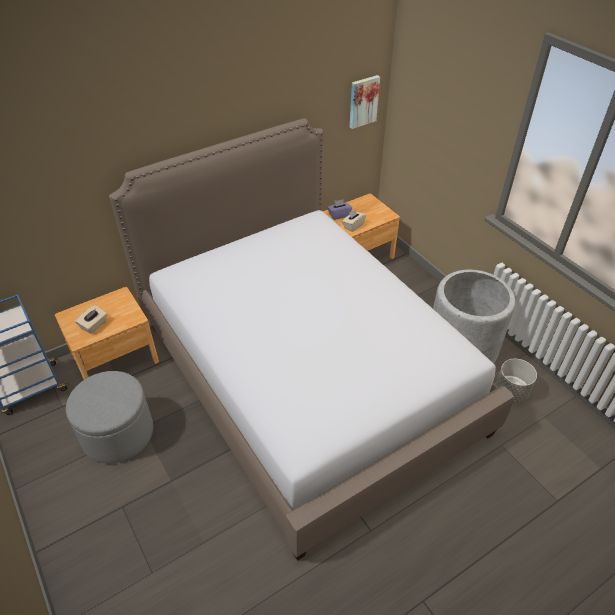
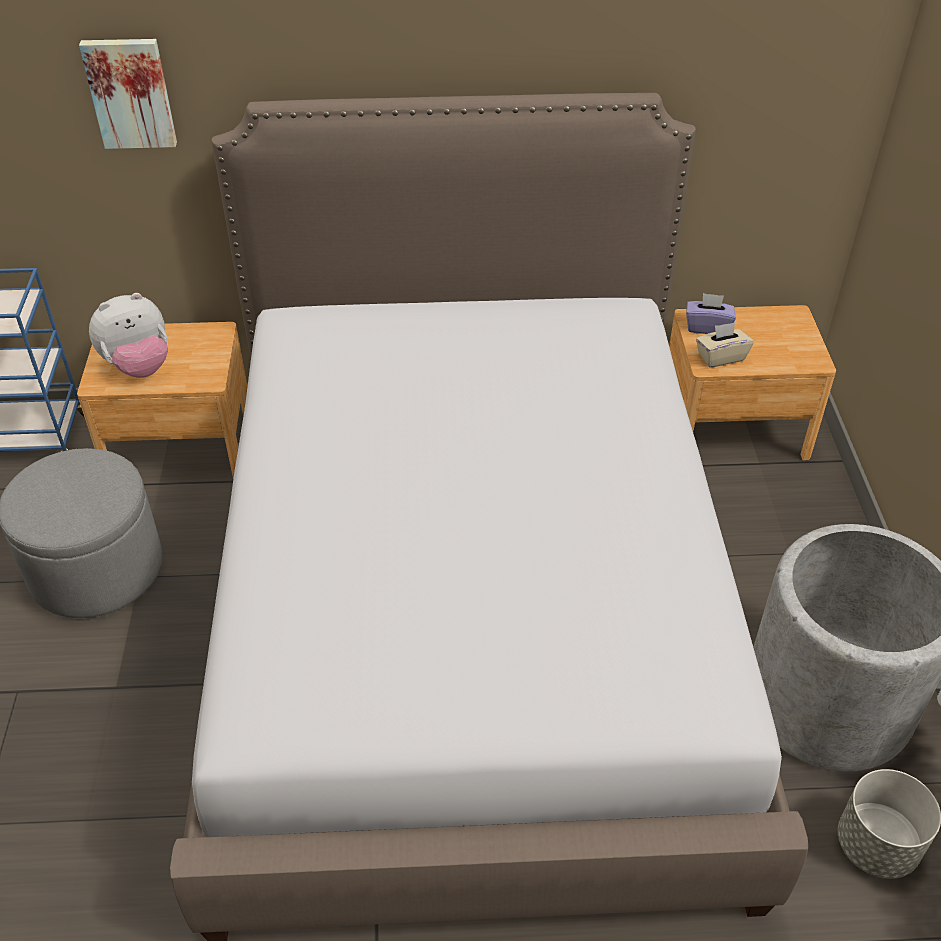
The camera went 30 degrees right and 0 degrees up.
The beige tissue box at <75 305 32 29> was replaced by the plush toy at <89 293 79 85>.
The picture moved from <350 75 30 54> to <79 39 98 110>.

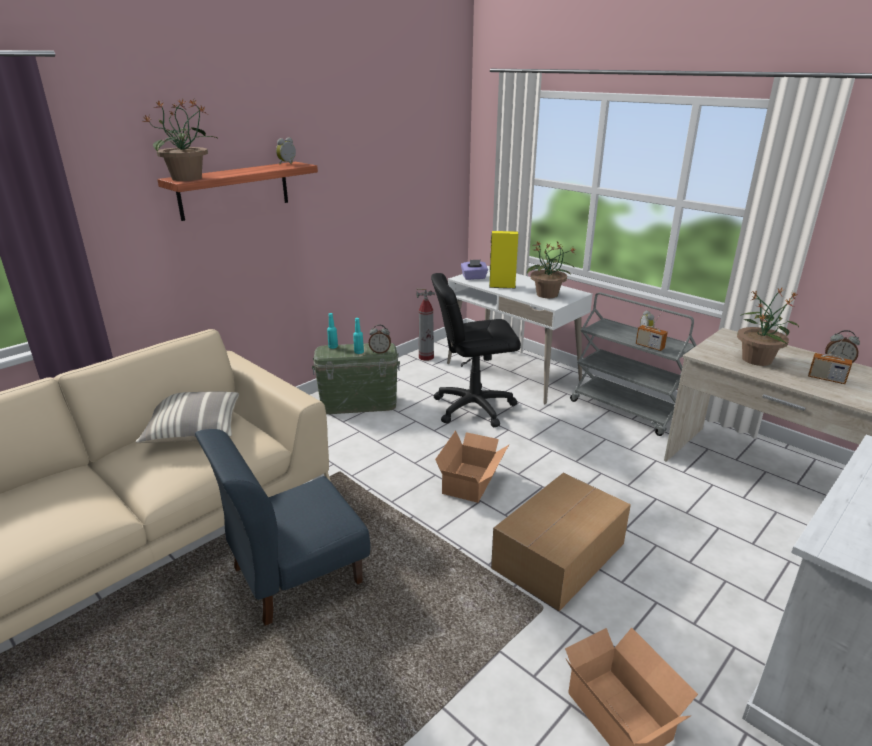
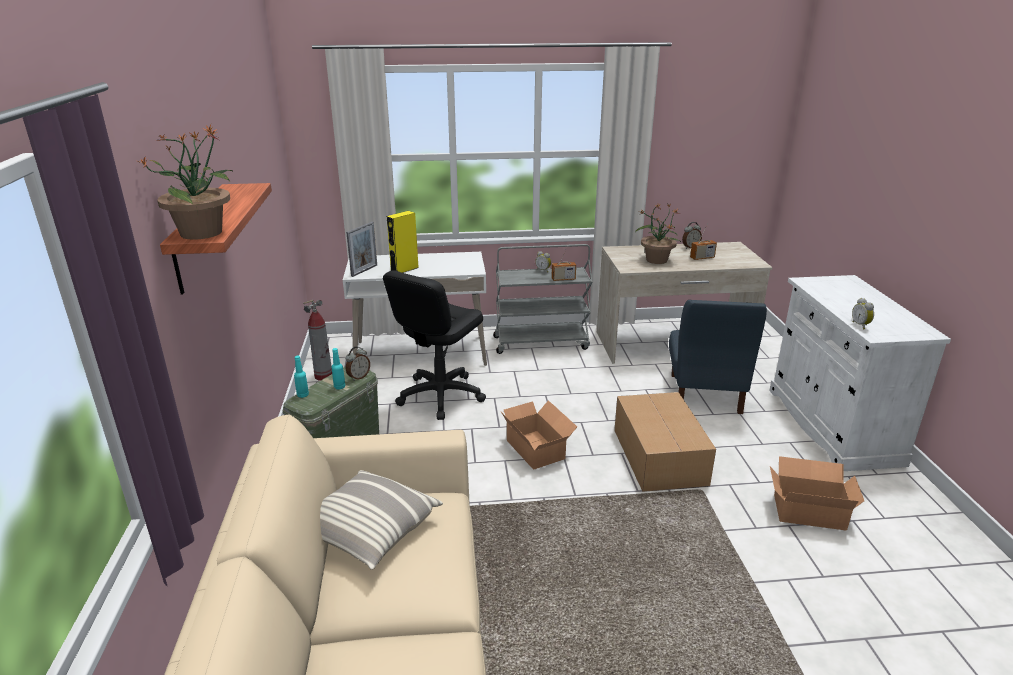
The camera went 50 degrees left and 0 degrees up.
The blue chair moved from <195 429 176 197> to <669 300 98 114>.
The alarm clock moved from <276 137 20 27> to <852 298 22 31>.
The purple tissue box at <461 260 27 20> was replaced by the picture frame at <346 222 31 55>.
The potted plant at <527 241 49 57> disappeared.

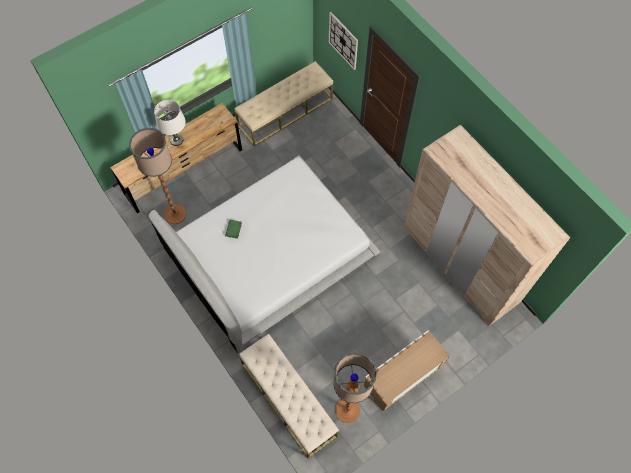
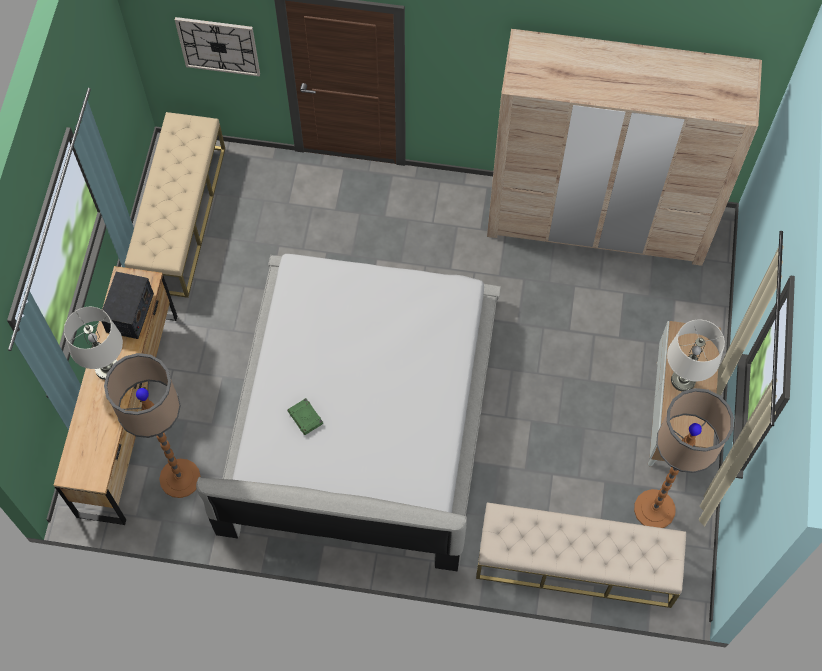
The camera went 45 degrees left and 0 degrees up.
The radio at <101 272 53 67> appeared.
The white table lamp at <667 320 58 72> appeared.

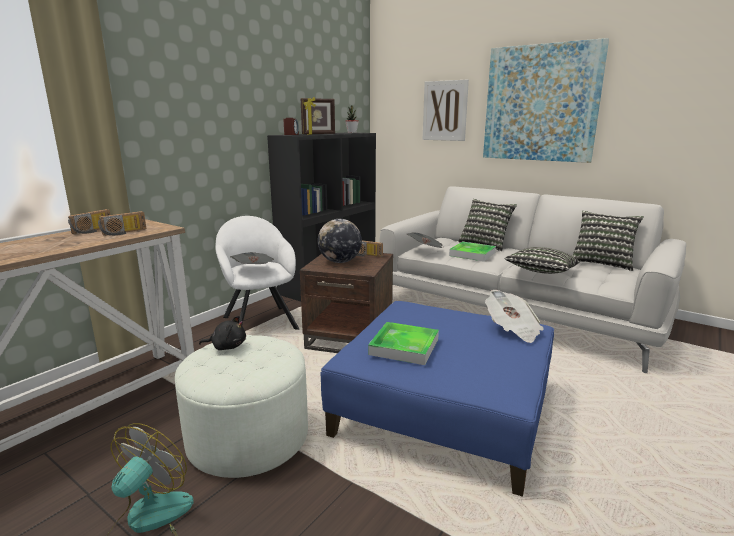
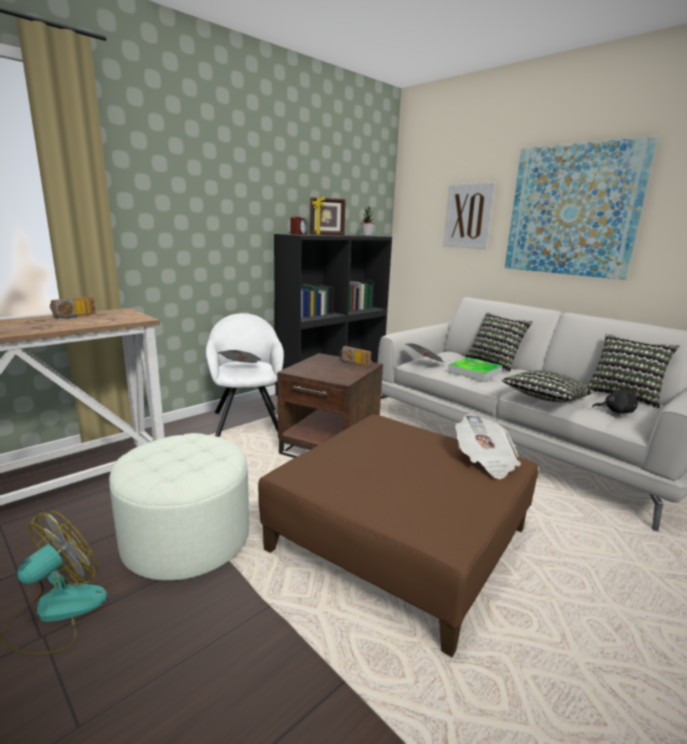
The camera went 10 degrees right and 0 degrees up.
The radio at <98 211 48 25> disappeared.
The black plush toy moved from <199 316 47 34> to <592 387 47 26>.
The globe at <318 219 44 44> disappeared.
The blue ottoman at <321 301 233 196> became the brown ottoman at <258 415 280 242>.
The tray at <368 322 71 43> disappeared.

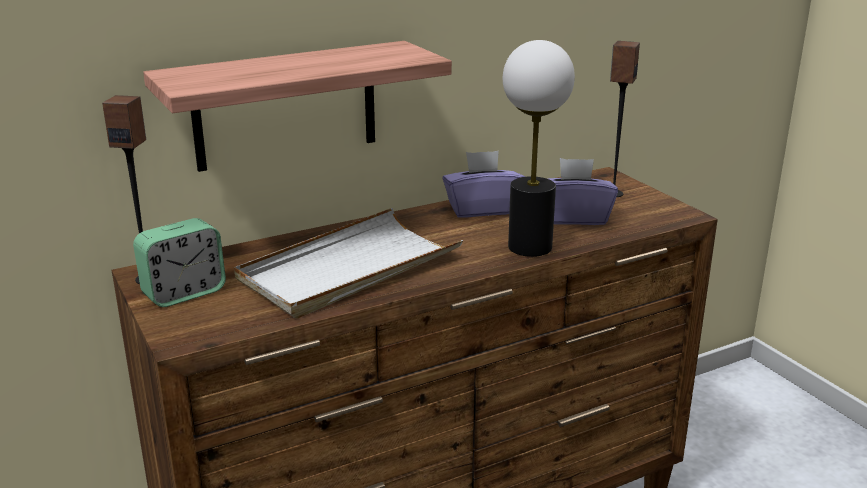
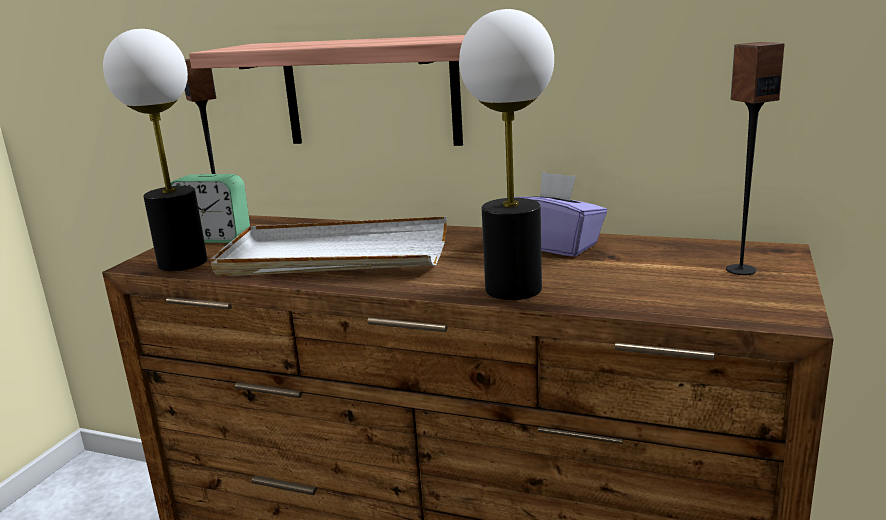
The camera went 50 degrees right and 5 degrees down.
The purple tissue box at <548 158 70 67> disappeared.
The table lamp at <103 29 104 242> appeared.

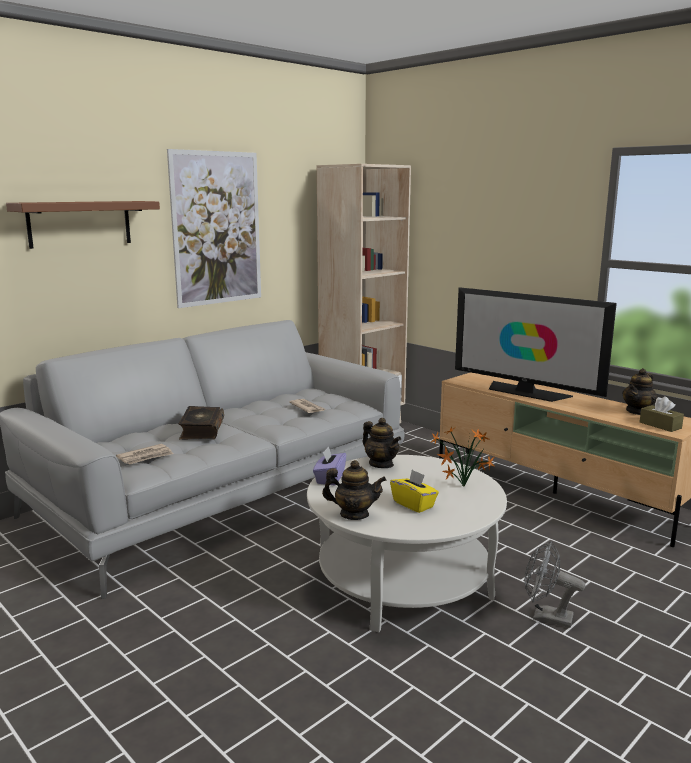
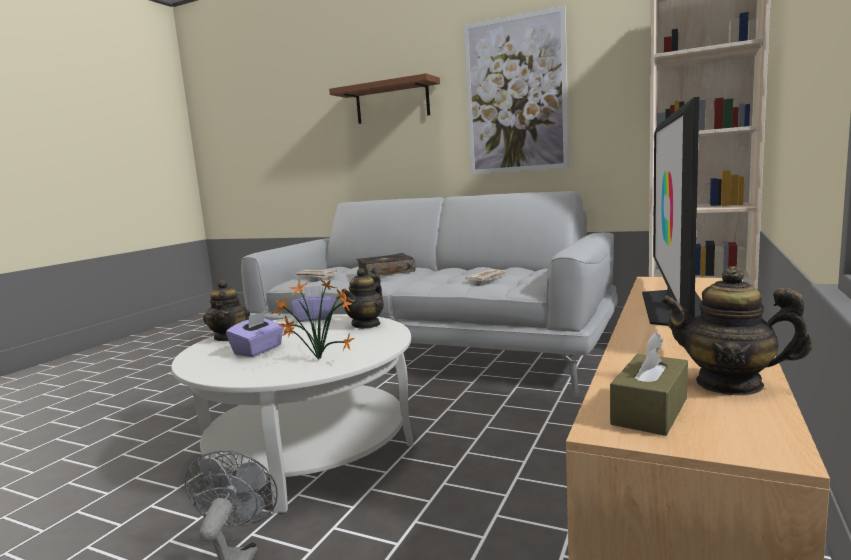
The camera went 70 degrees right and 5 degrees down.
The yellow tissue box at <390 470 49 43> became the purple tissue box at <226 311 58 46>.

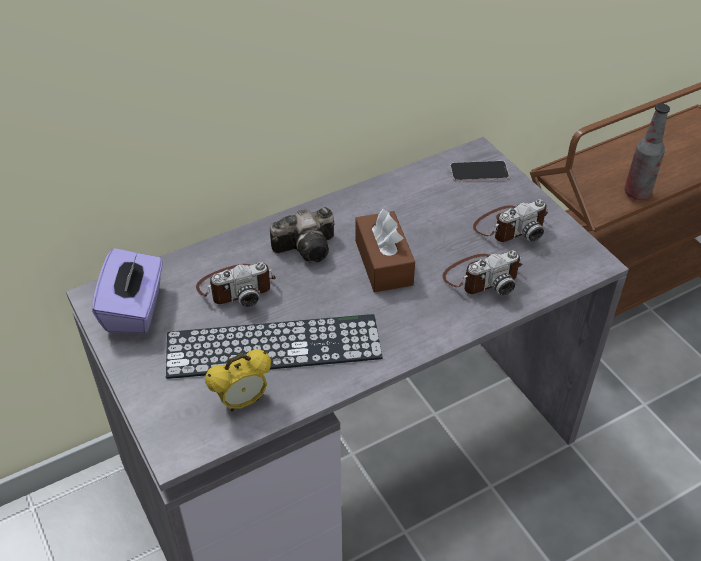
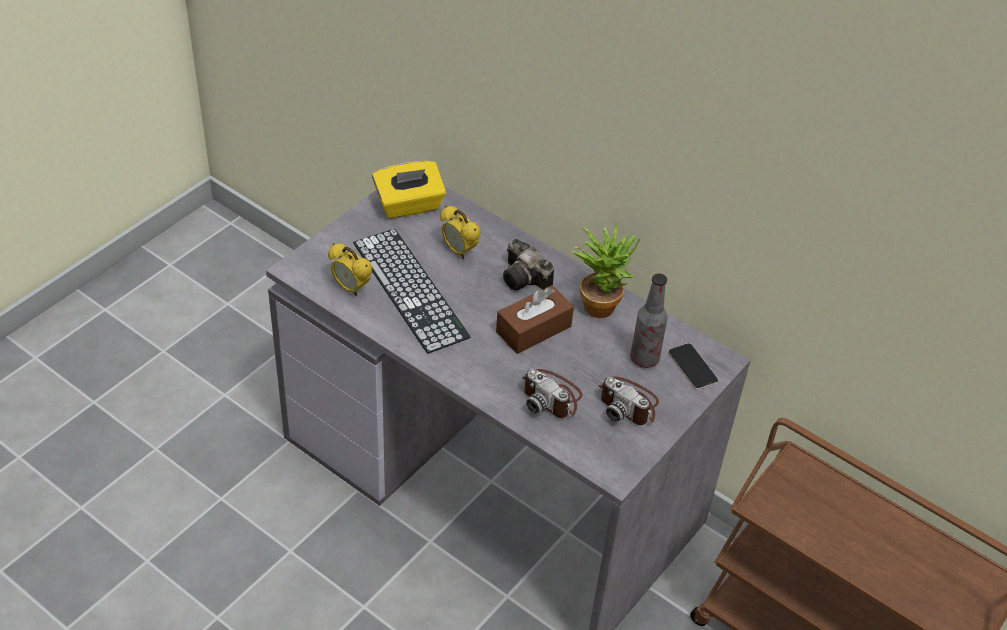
The camera went 65 degrees right and 0 degrees up.
The purple tissue box at <92 248 71 86> became the yellow tissue box at <372 161 74 58>.
The photo camera at <196 262 80 45> was replaced by the alarm clock at <440 206 41 53>.
The bottle moved from <624 103 46 97> to <630 273 38 95>.
The potted plant at <572 222 68 96> appeared.

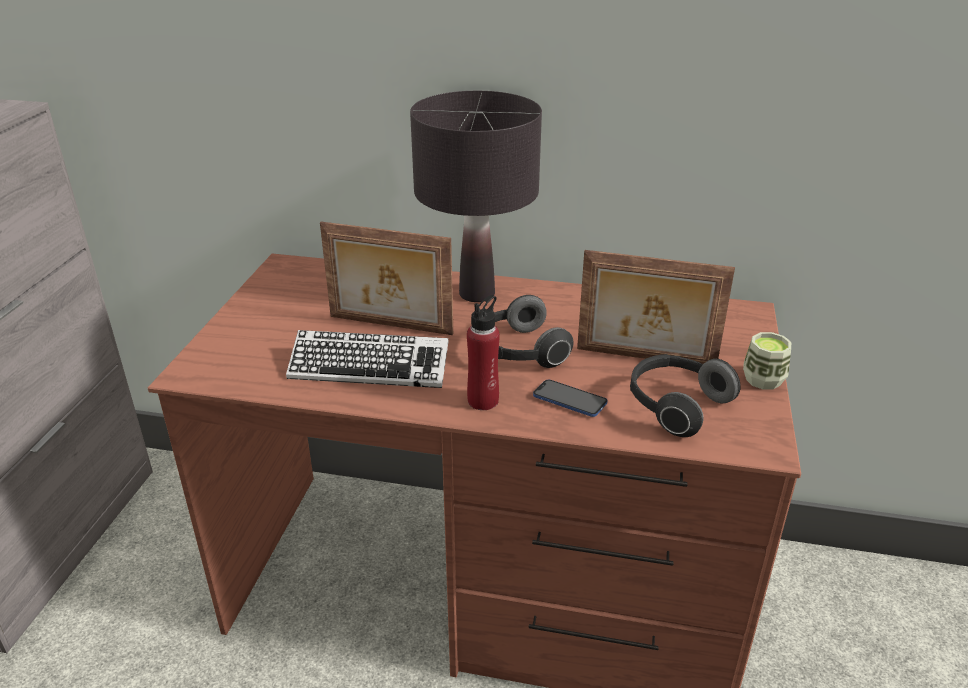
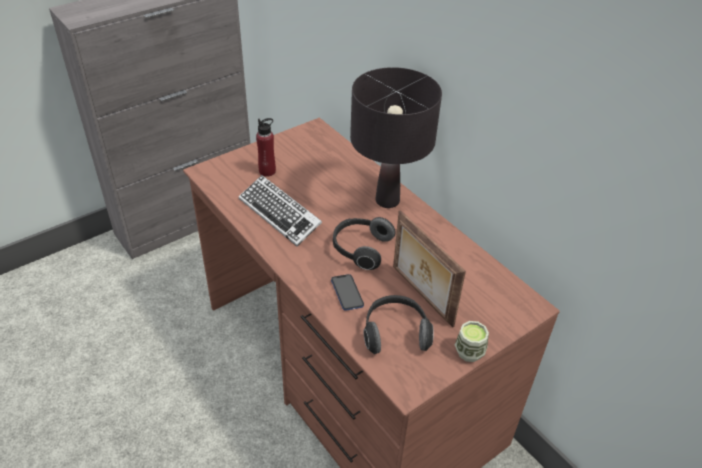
The camera went 40 degrees right and 10 degrees up.
The picture frame at <320 222 133 113> disappeared.
The red bottle moved from <467 295 33 115> to <256 118 20 59>.

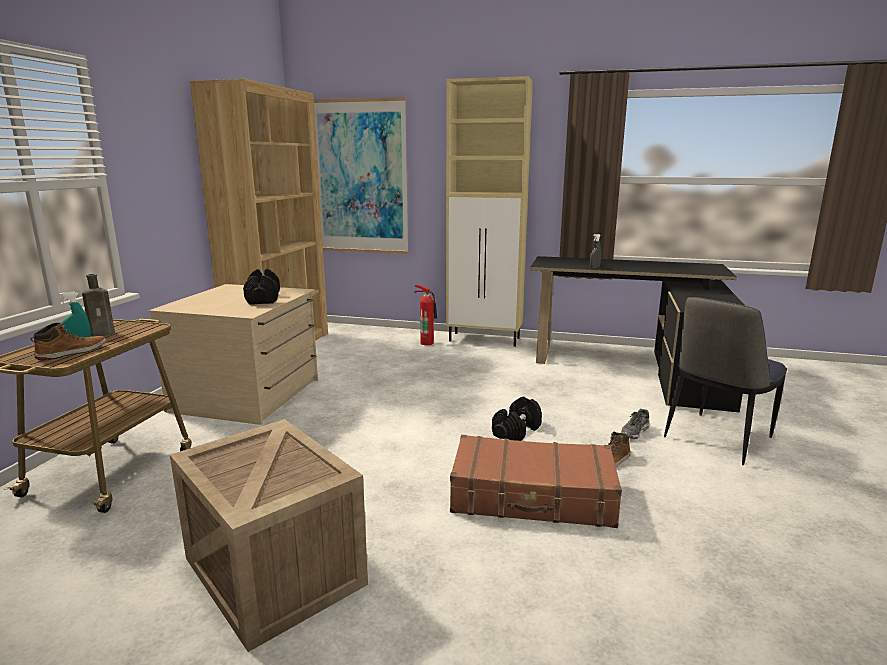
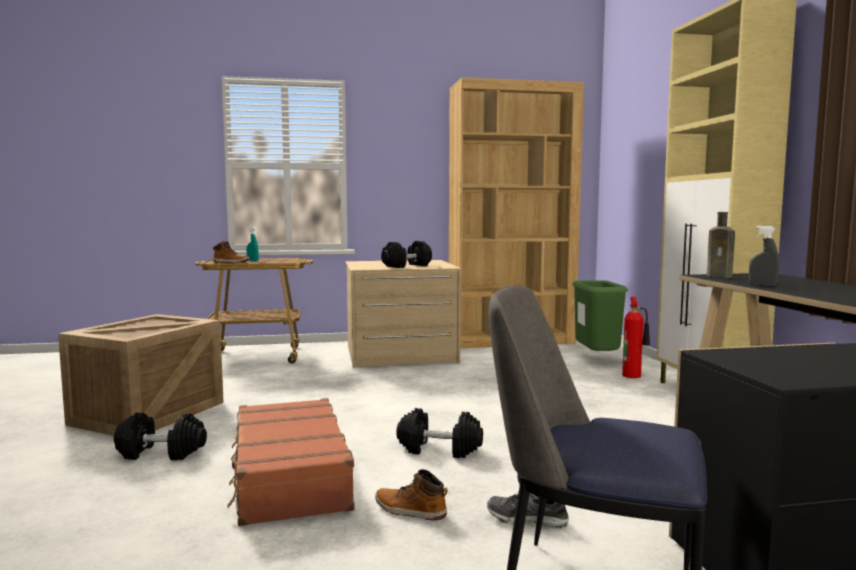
The camera went 65 degrees right and 10 degrees down.
The brown bottle moved from <82 274 33 62> to <707 212 28 66>.
The picture at <314 97 95 157> disappeared.
The black dumbbell at <114 413 93 47> appeared.
The green trash can at <572 280 56 71> appeared.

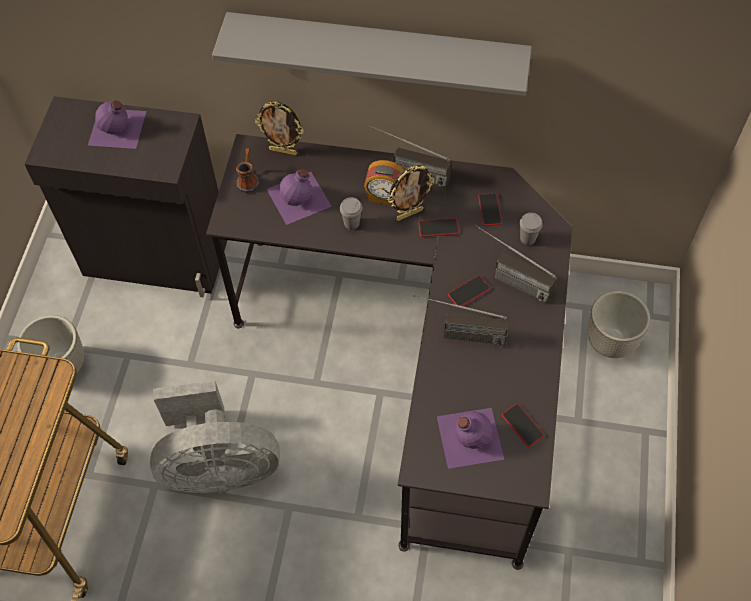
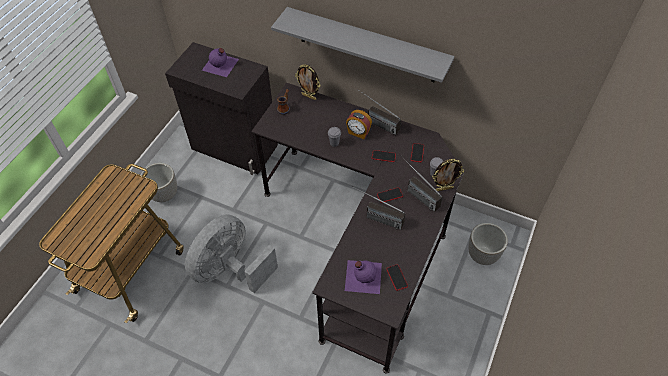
The camera went 15 degrees right and 5 degrees down.
The grey fan at <150 380 130 113> turned 120 degrees clockwise.
The purple bottle at <267 169 65 56> disappeared.
The picture frame moved from <387 165 47 56> to <432 159 32 32>.

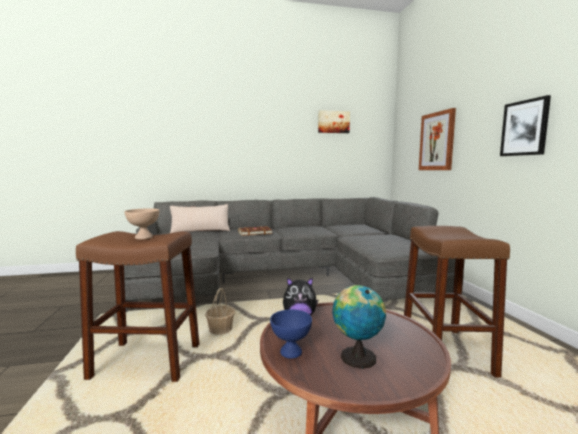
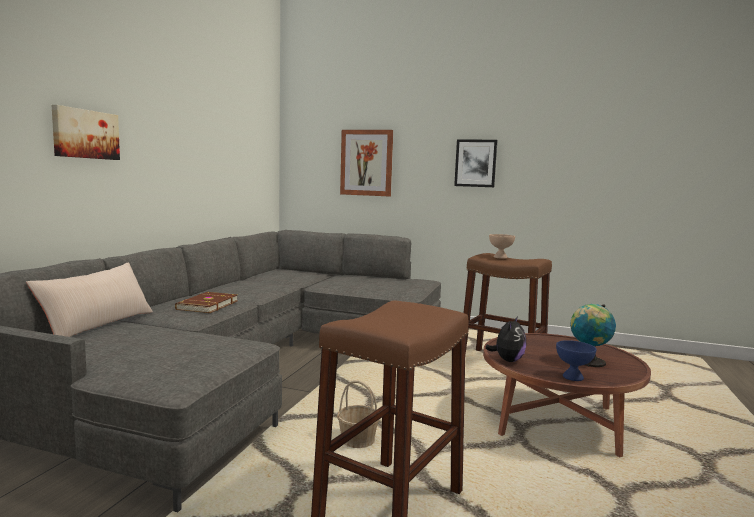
The camera went 60 degrees left and 0 degrees up.
The beige bowl moved from <124 208 35 31> to <489 234 26 25>.
The picture moved from <318 110 32 23> to <52 105 68 55>.

